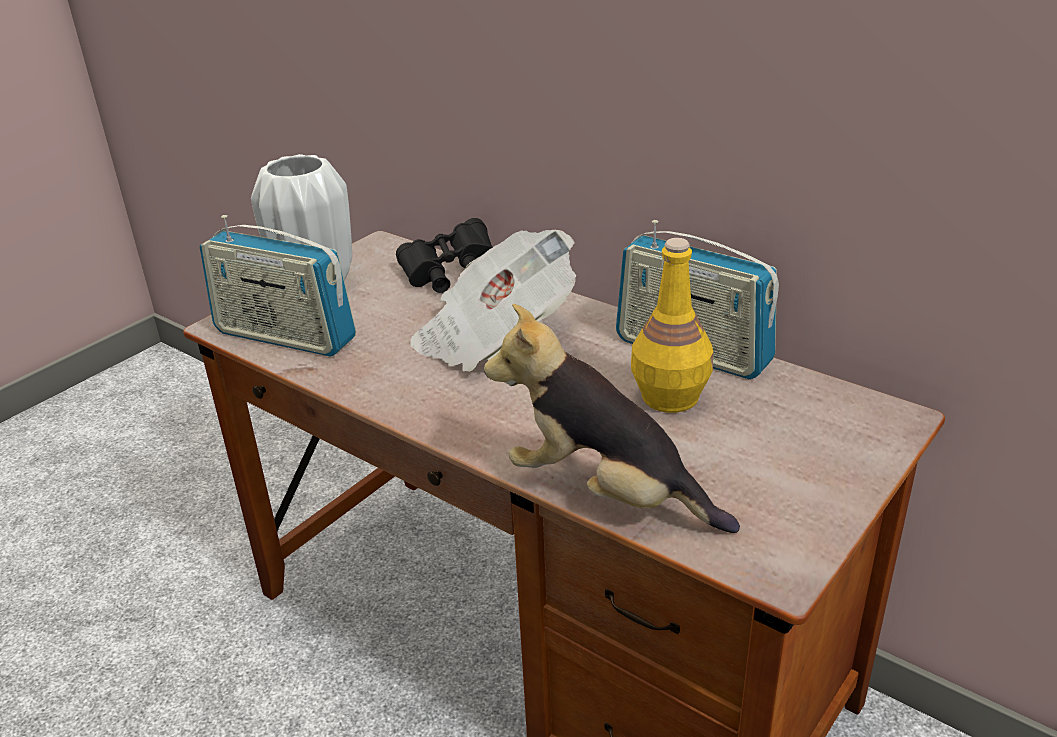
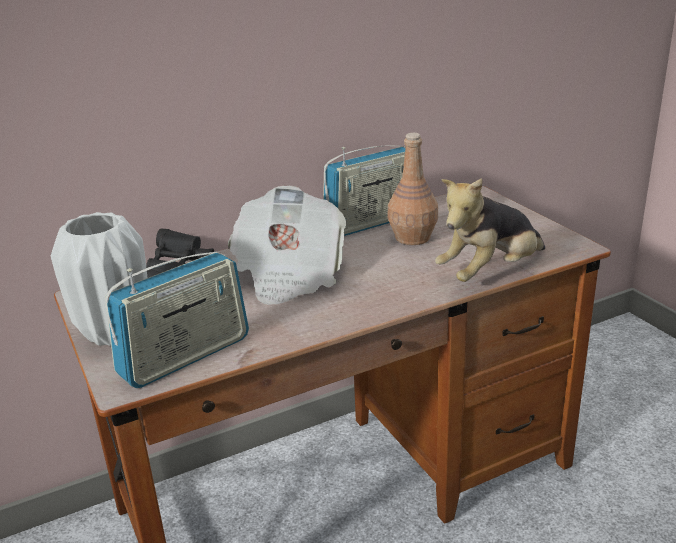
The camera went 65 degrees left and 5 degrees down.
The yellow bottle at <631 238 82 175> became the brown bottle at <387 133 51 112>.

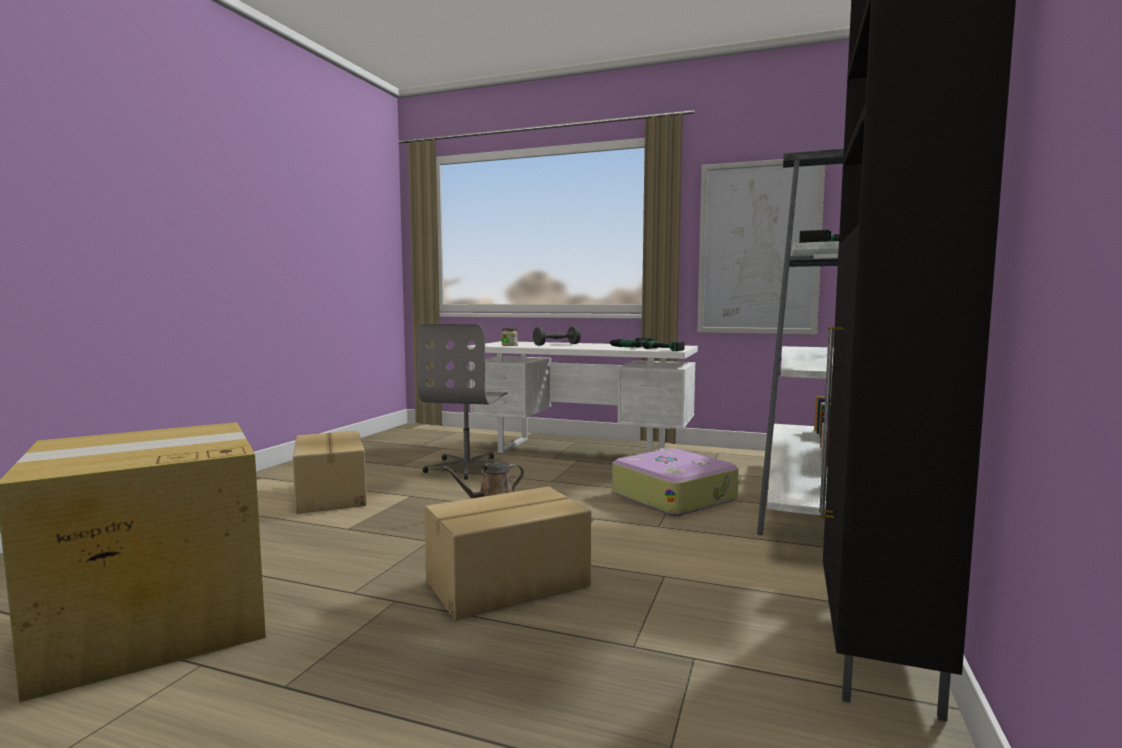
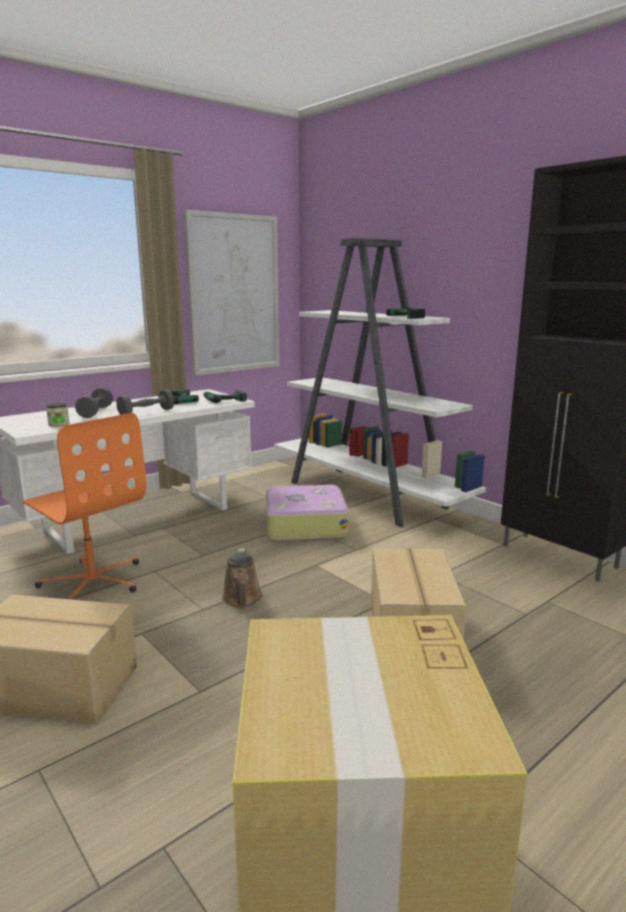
The camera went 60 degrees left and 10 degrees up.
The grey office chair at <417 324 92 156> became the orange office chair at <22 413 125 187>.
The grey dumbbell at <116 389 58 26> appeared.

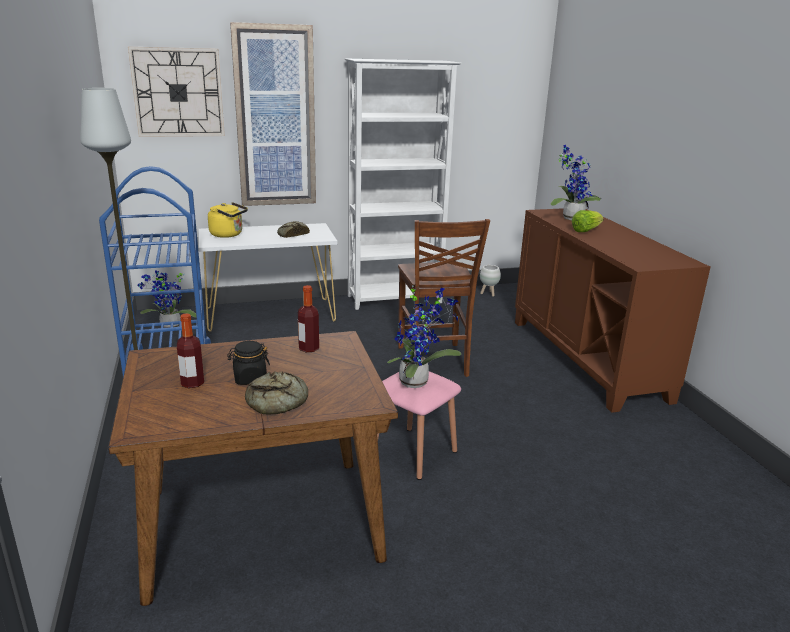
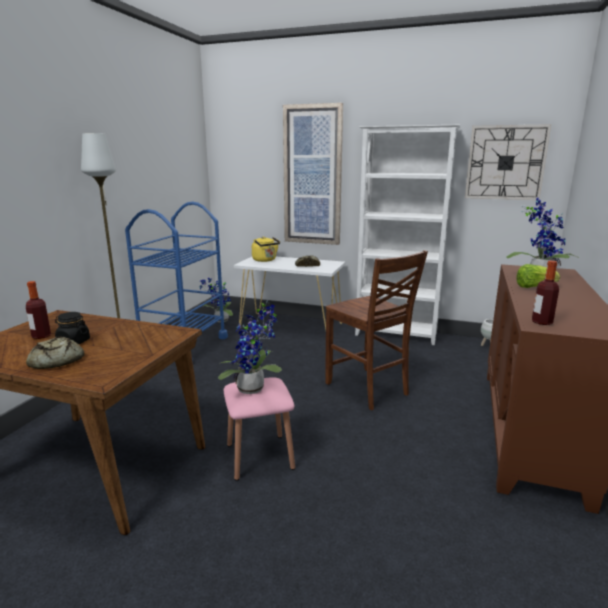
The camera went 35 degrees right and 5 degrees down.
The wall clock moved from <128 47 97 90> to <465 124 86 76>.
The bottle moved from <298 285 21 67> to <532 261 27 64>.
The brown chair at <398 219 92 158> turned 60 degrees counterclockwise.

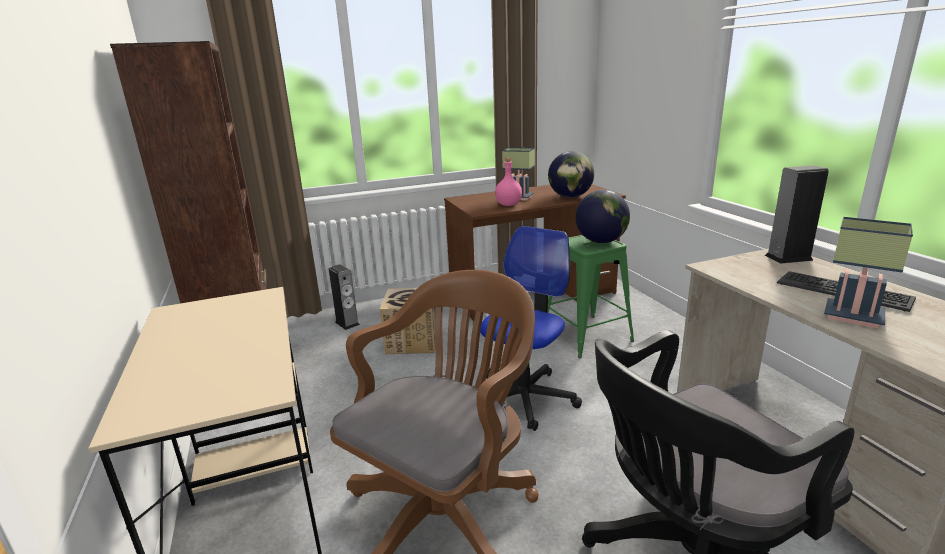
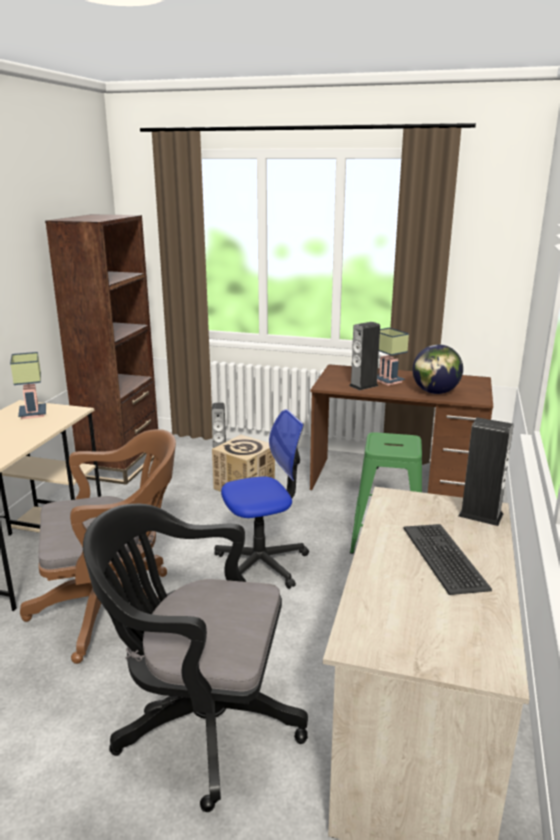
The camera went 35 degrees right and 0 degrees up.
The pink bottle at <495 158 27 48> was replaced by the speaker at <349 322 31 68>.
The globe at <575 190 55 53> disappeared.
The table lamp moved from <824 217 89 112> to <10 352 36 67>.

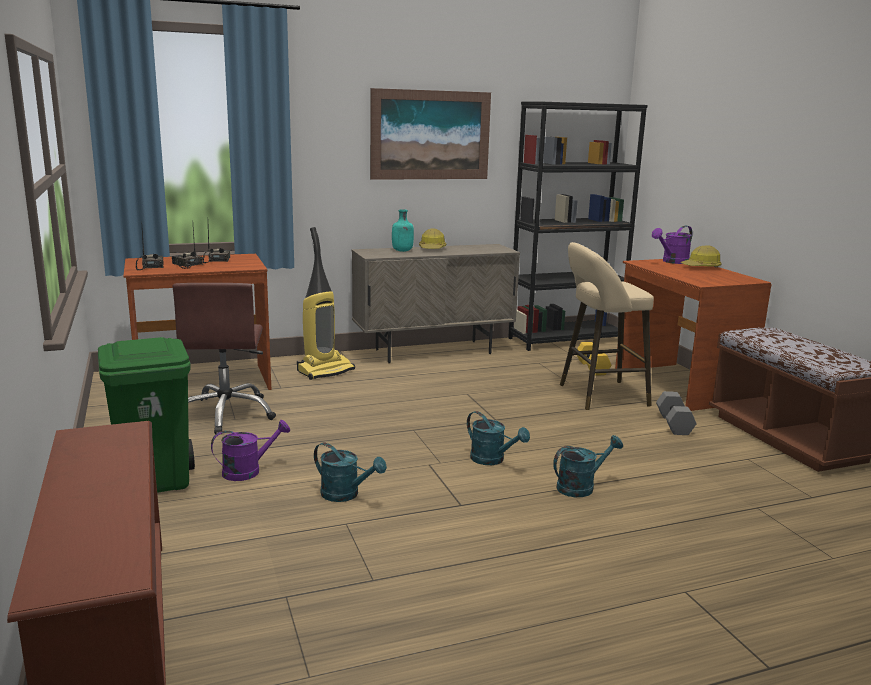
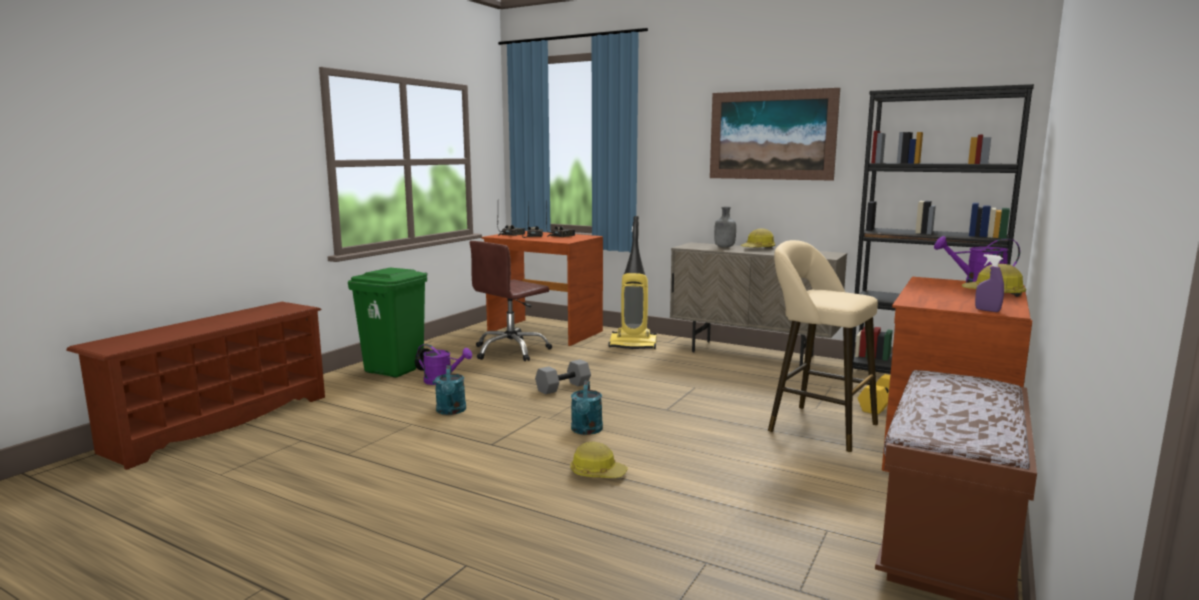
The camera went 50 degrees right and 5 degrees down.
The turquoise bottle at <392 209 22 43> became the grey bottle at <714 207 22 41>.
The turquoise watering can at <553 435 70 62> was replaced by the hard hat at <570 441 58 37>.
The grey dumbbell moved from <656 391 40 44> to <535 360 56 34>.
The purple spray bottle at <975 254 29 58> appeared.

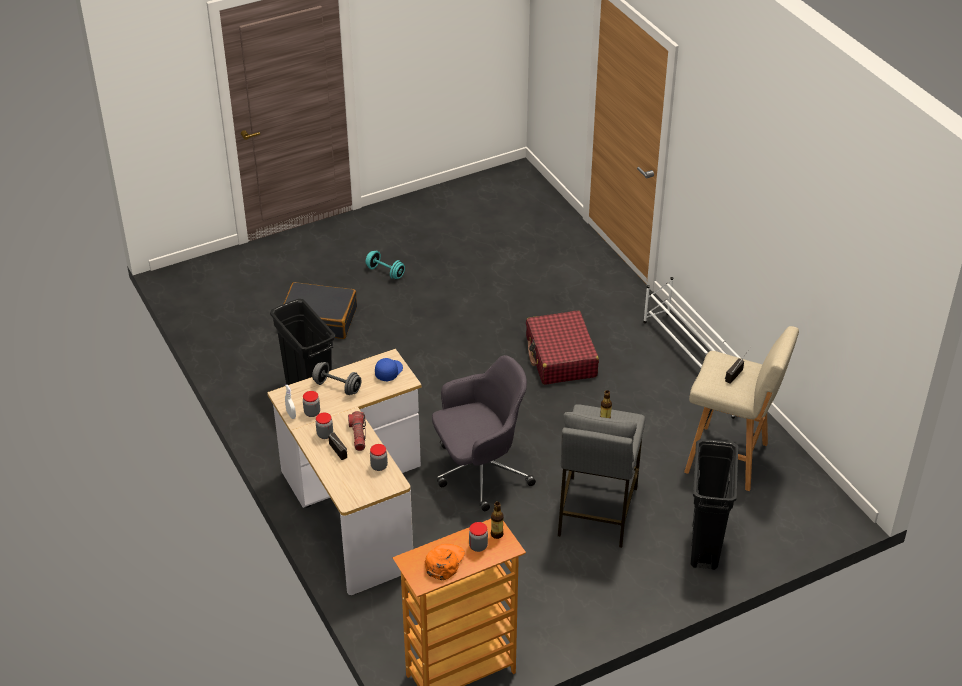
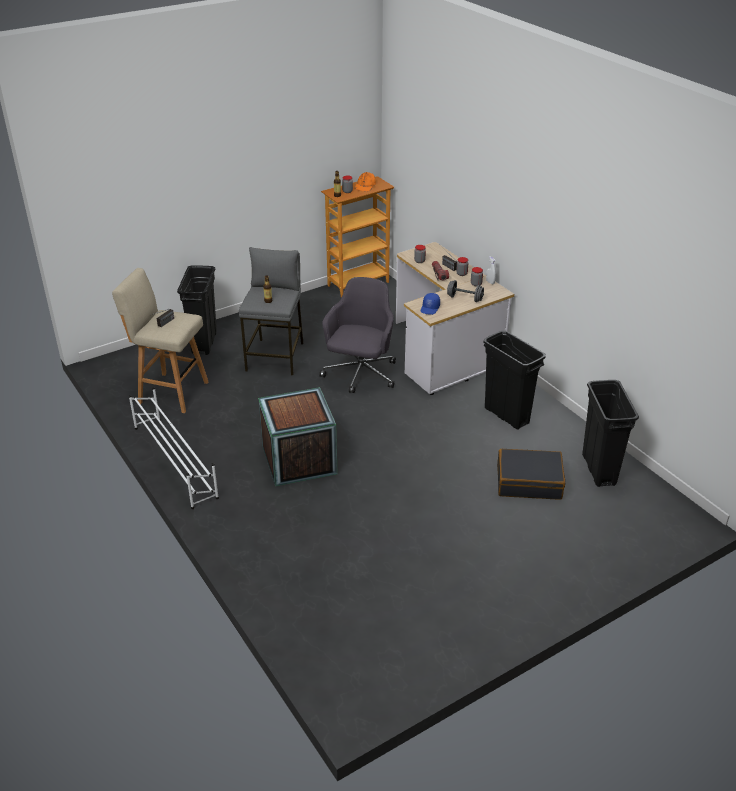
The camera went 175 degrees right and 5 degrees down.
The turquoise dumbbell at <365 251 40 28> disappeared.
The grey office chair at <432 355 104 156> turned 135 degrees clockwise.
The red suitcase at <526 311 73 74> was replaced by the crate at <258 387 79 99>.
The black trash can at <582 380 57 107> appeared.

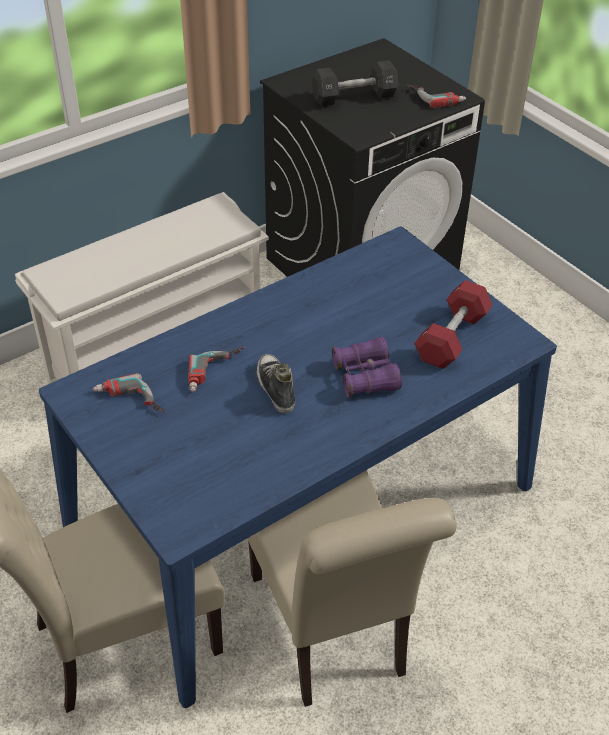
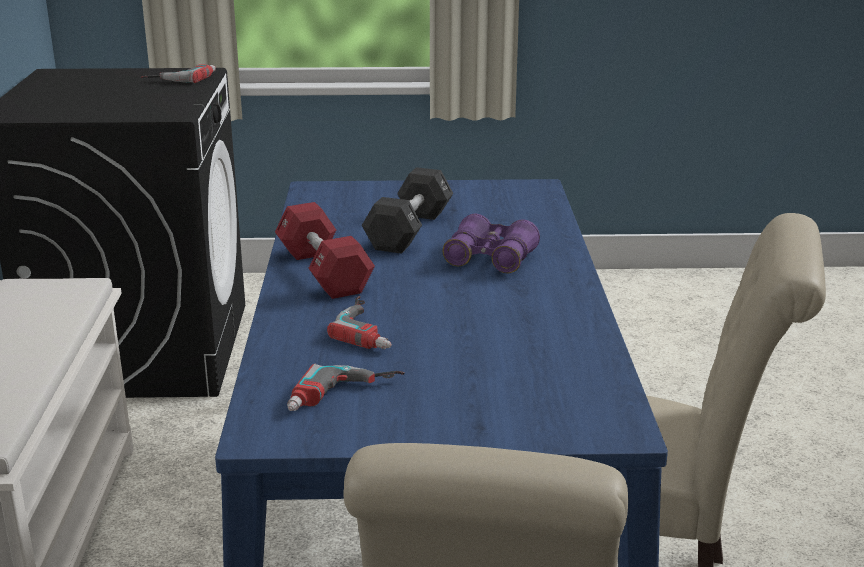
The camera went 55 degrees left and 20 degrees down.
The shoe at <257 354 38 59> disappeared.
The black dumbbell moved from <312 60 87 47> to <362 167 91 87>.
The red dumbbell moved from <414 280 78 89> to <275 202 100 97>.

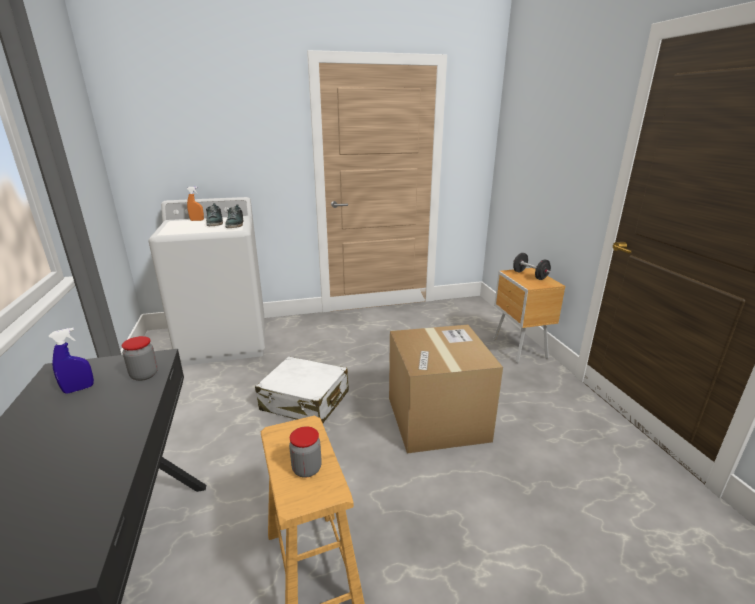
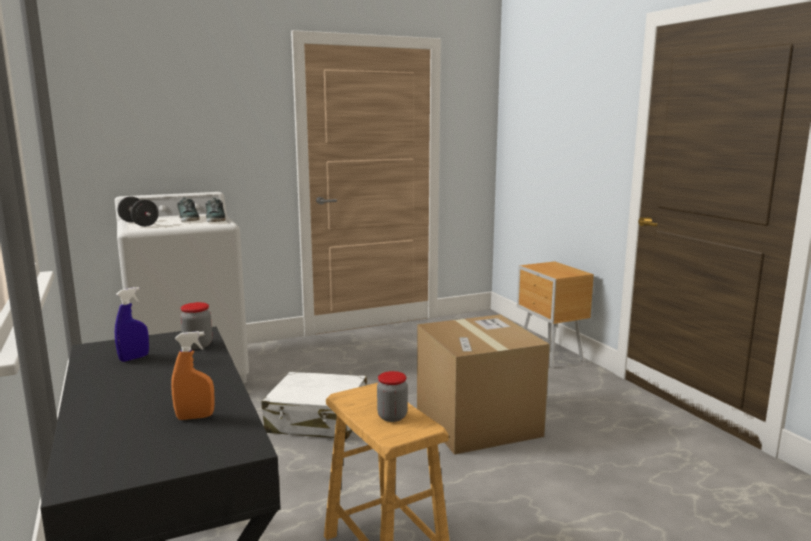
The camera went 10 degrees left and 10 degrees down.
The orange spray bottle moved from <187 187 17 34> to <171 331 44 89>.
The black dumbbell moved from <513 253 38 27> to <117 196 42 31>.

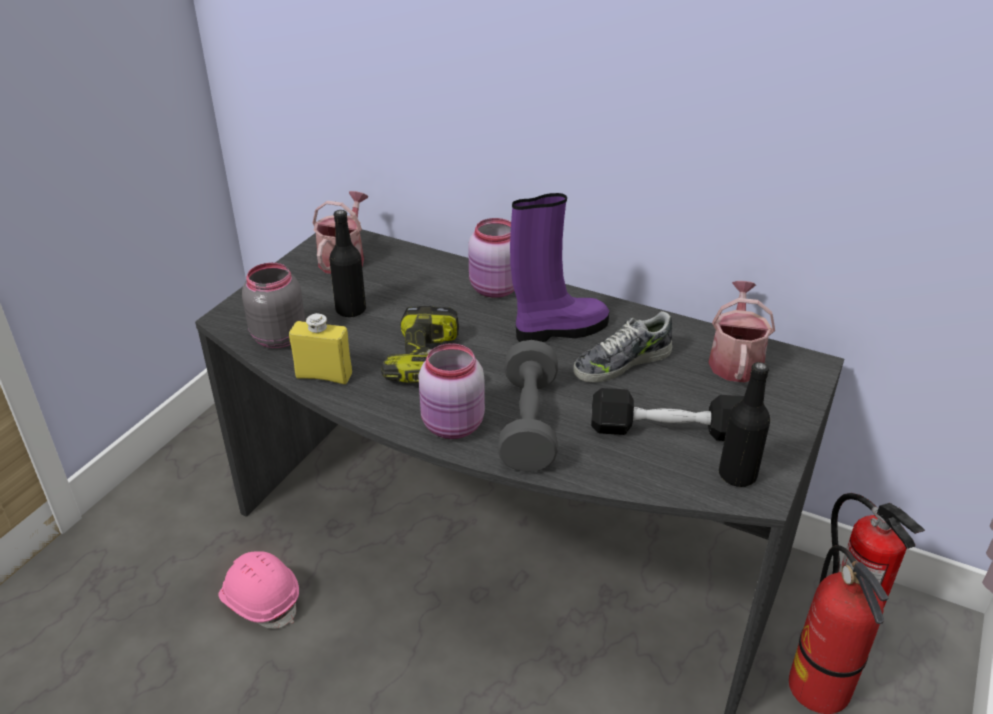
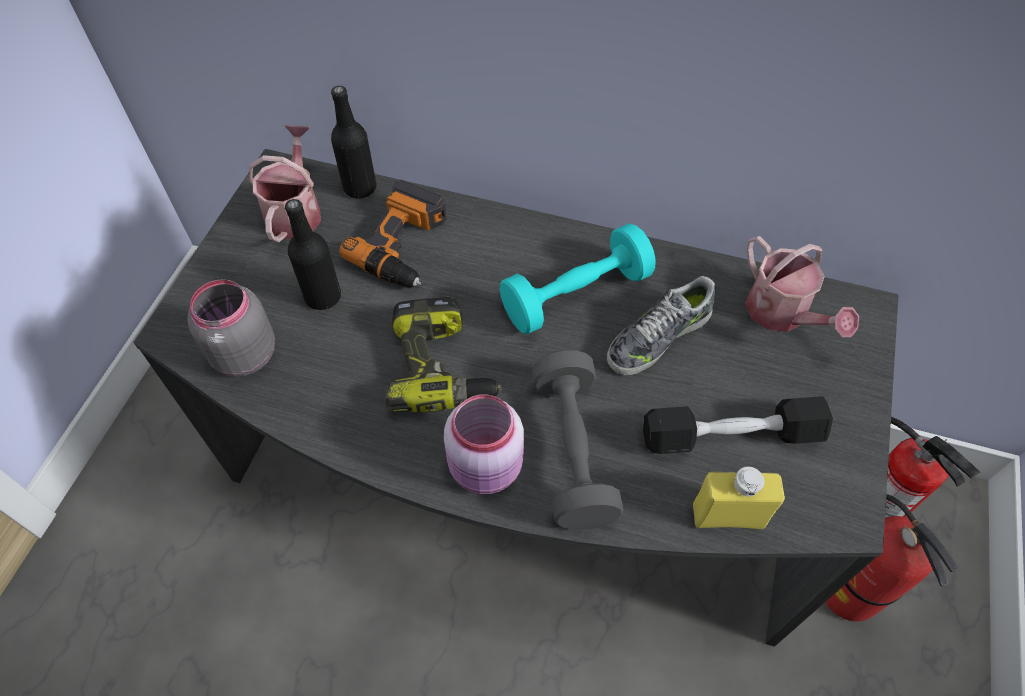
The camera went 10 degrees left and 20 degrees up.
The pink hard hat at <218 551 81 78> disappeared.
The yellow bottle moved from <289 313 63 71> to <693 466 92 63>.
The pink jar at <468 218 46 80> disappeared.
The purple boot at <510 193 100 149> was replaced by the turquoise dumbbell at <500 223 156 111>.
The watering can at <708 281 67 102> turned 150 degrees clockwise.
The black bottle moved from <719 362 51 125> to <331 86 46 113>.
The power drill at <339 180 108 108> appeared.

